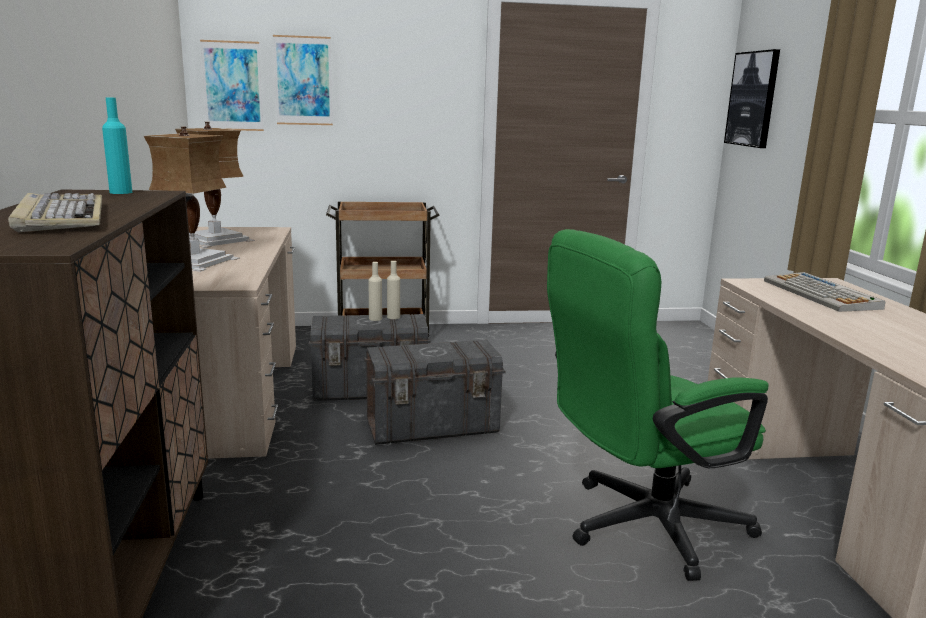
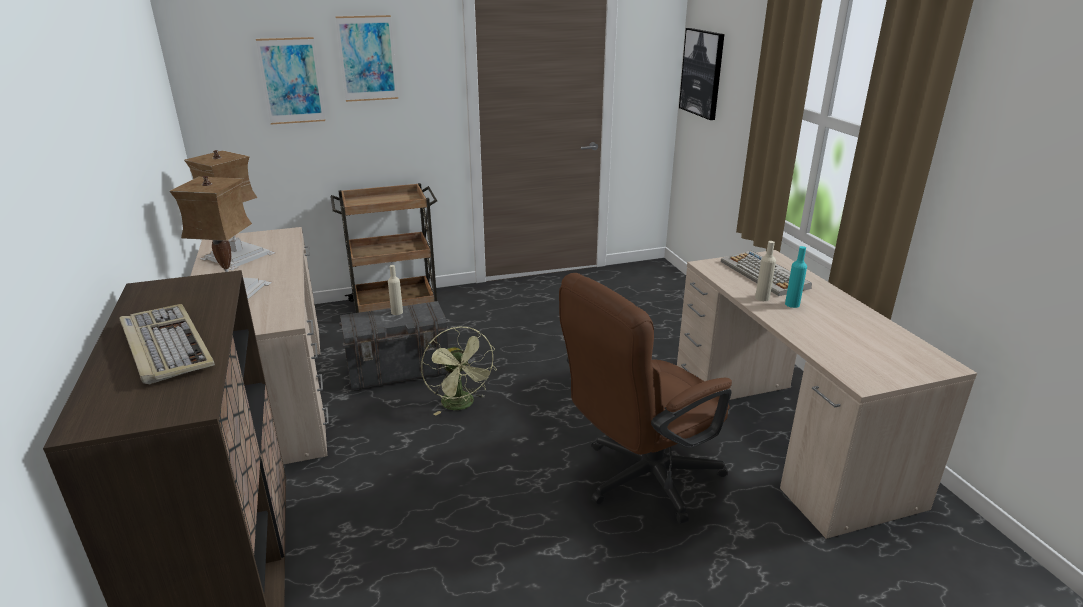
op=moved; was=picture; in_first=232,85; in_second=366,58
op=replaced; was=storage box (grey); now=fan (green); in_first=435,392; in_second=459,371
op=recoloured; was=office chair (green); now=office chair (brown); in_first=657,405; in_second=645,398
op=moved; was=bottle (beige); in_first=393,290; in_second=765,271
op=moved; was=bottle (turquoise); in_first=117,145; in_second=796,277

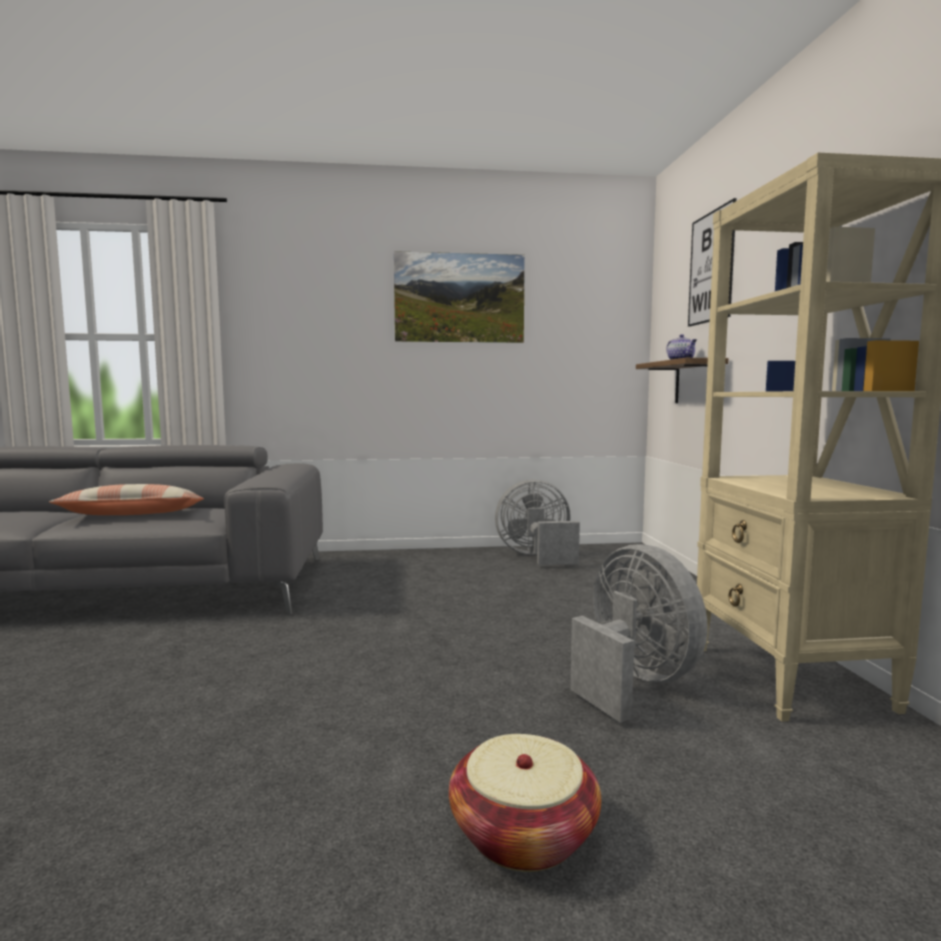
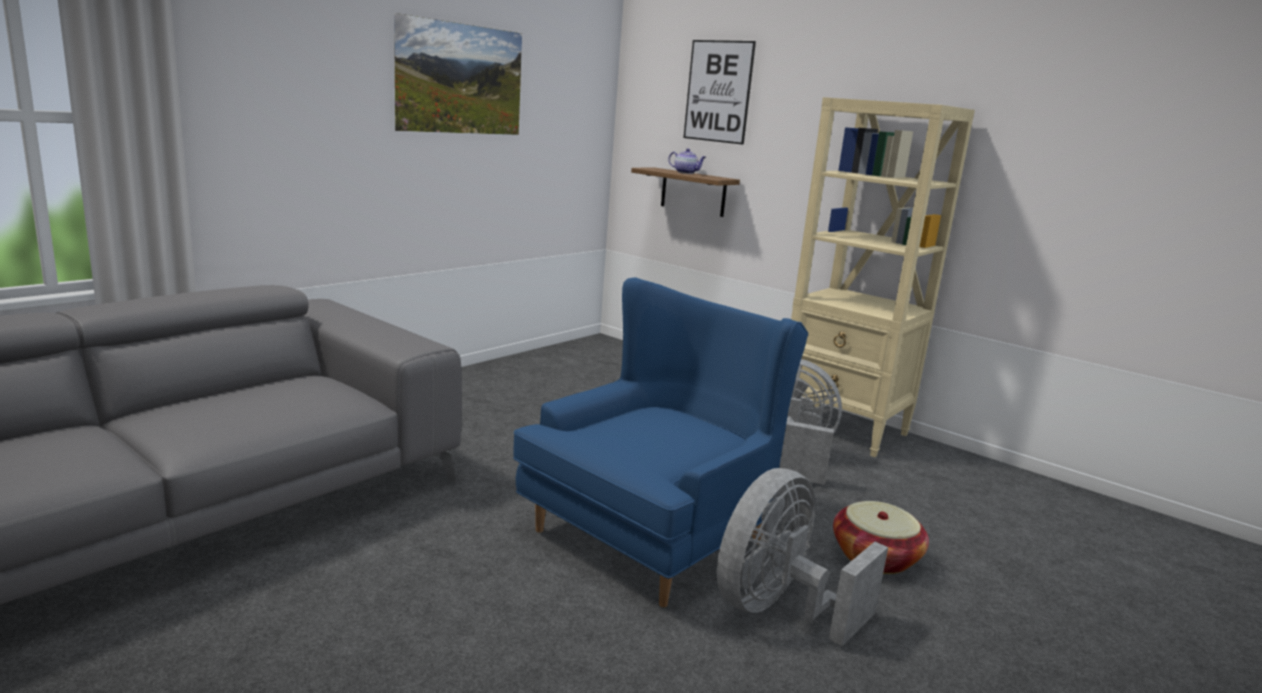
op=added; now=armchair (blue); in_second=660,442
op=moved; was=fan (grey); in_first=537,522; in_second=802,557
op=removed; was=pillow; in_first=126,499

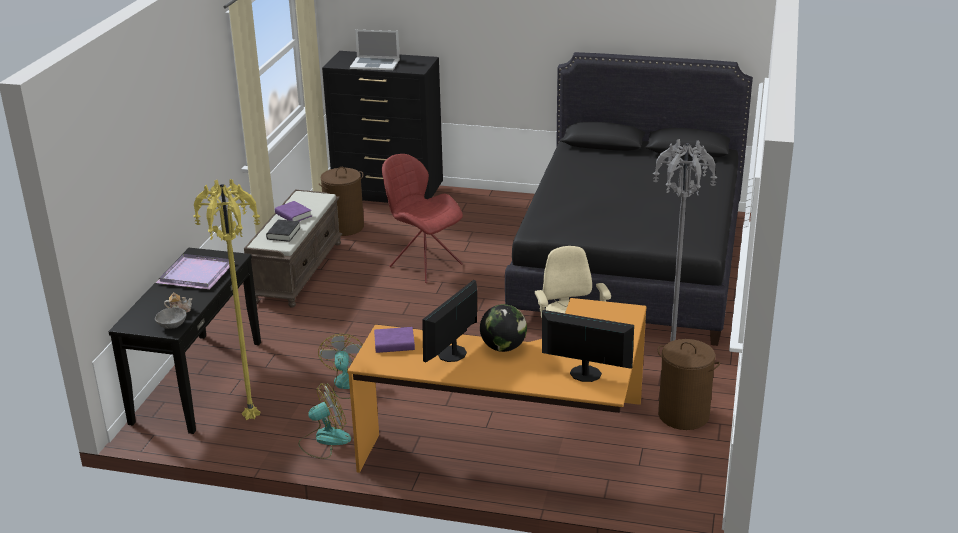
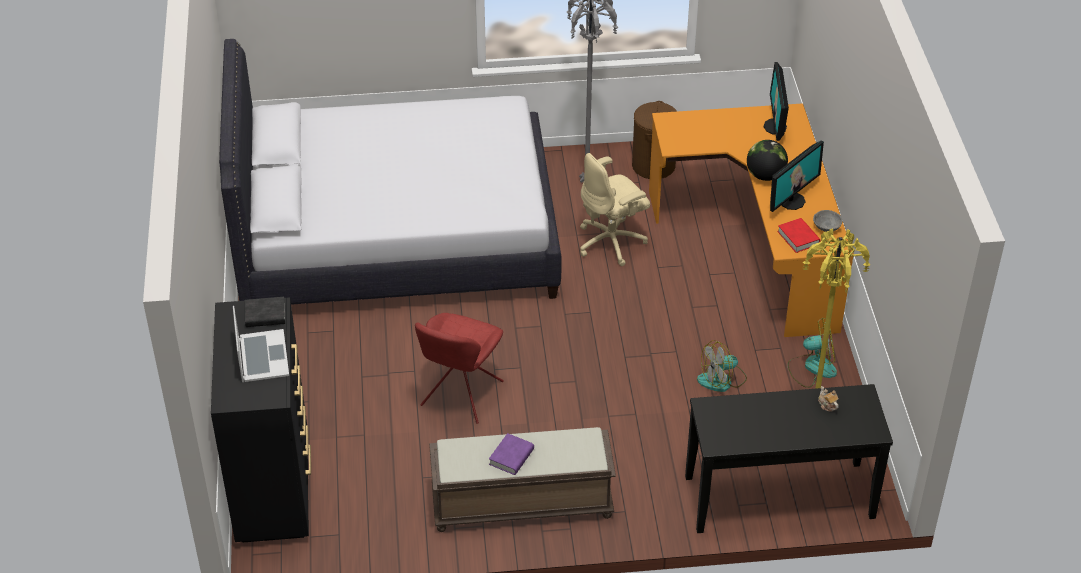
op=recoloured; was=bed (black); now=bed (white); in_first=629,199; in_second=390,172
op=moved; was=book (black); in_first=283,231; in_second=265,312
op=turned; was=monitor; in_first=449,321; in_second=797,176; clockwise=-60
op=recoloured; was=book (purple); now=book (red); in_first=394,340; in_second=799,235
op=turned; was=fan; in_first=324,421; in_second=812,353; clockwise=135
op=moved; was=bowl (grey); in_first=170,318; in_second=827,221
op=removed; was=tray (purple); in_first=195,271
op=removed; was=laundry basket (brown); in_first=341,201

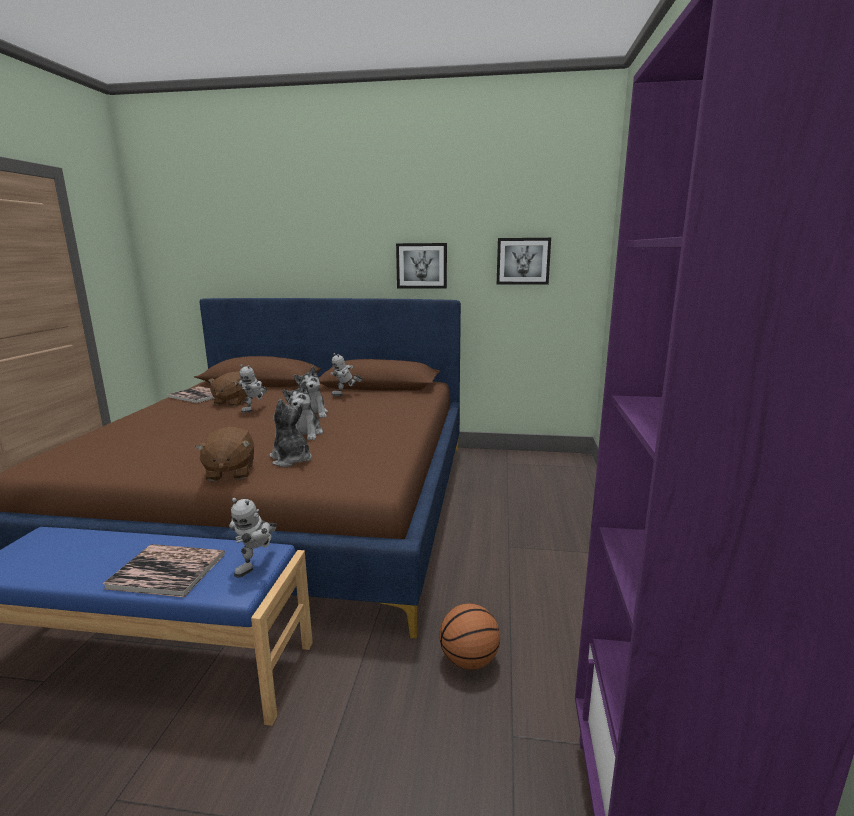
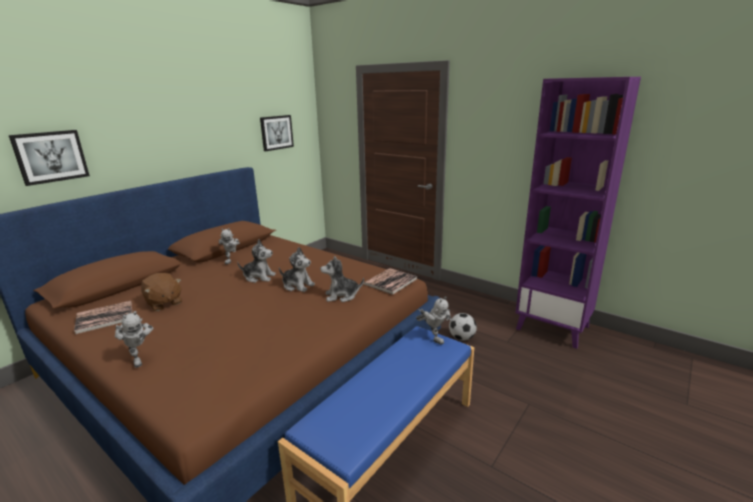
op=moved; was=picture; in_first=421,266; in_second=49,158
op=moved; was=toy robot; in_first=253,389; in_second=134,339
op=moved; was=book; in_first=163,570; in_second=391,281
op=replaced; was=basketball; now=football; in_first=469,636; in_second=463,327
op=removed; was=plush toy (brown); in_first=224,454

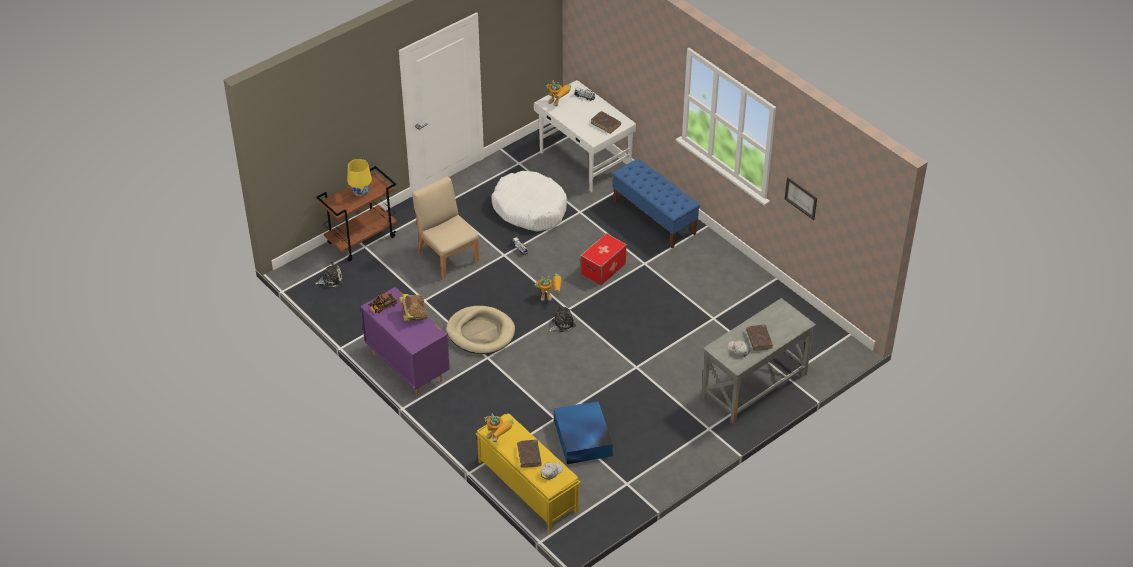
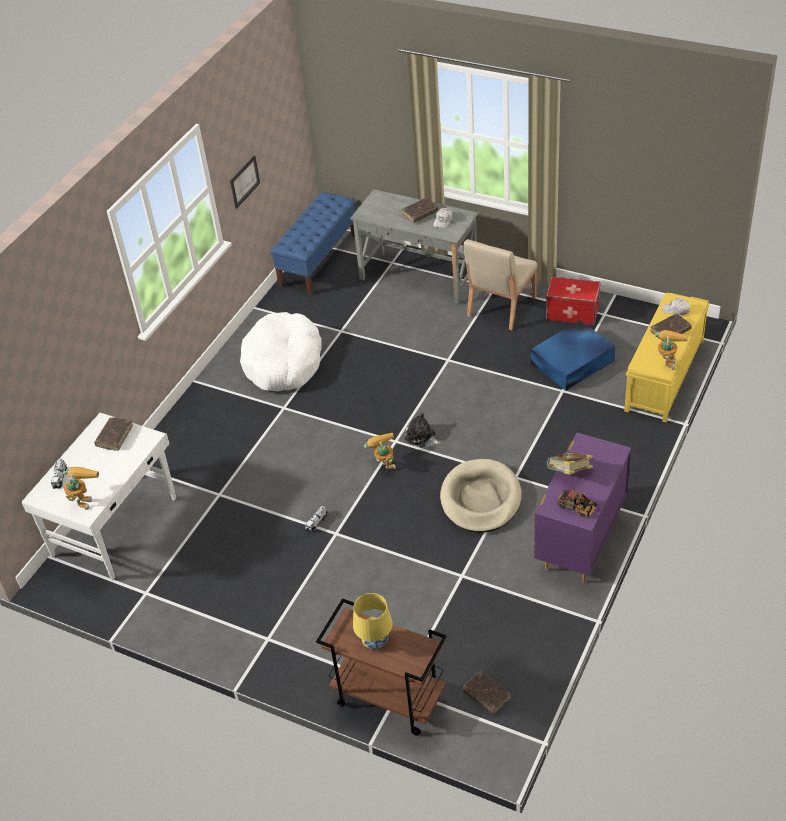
op=moved; was=dog bed (white); in_first=529,201; in_second=281,352
op=moved; was=bench (blue); in_first=656,203; in_second=313,243
op=replaced; was=plush toy; now=book (brown); in_first=329,274; in_second=486,692
op=moved; was=chair (beige); in_first=445,228; in_second=500,284
op=moved; was=storage box; in_first=604,259; in_second=573,301

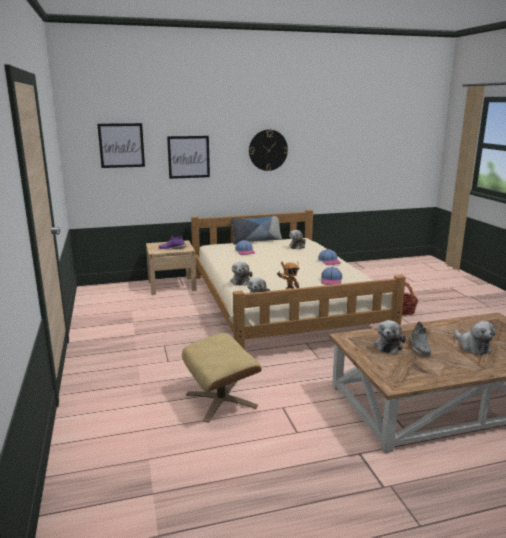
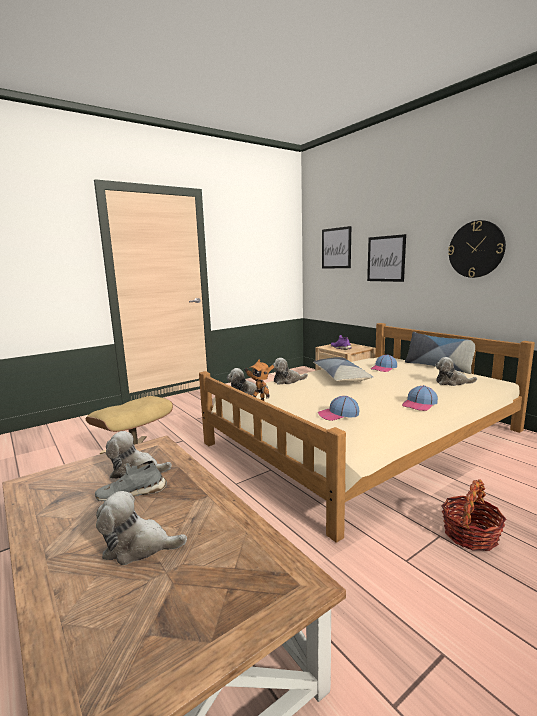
op=turned; was=plush toy; in_first=475,338; in_second=141,528; clockwise=45
op=added; now=pillow; in_second=343,369

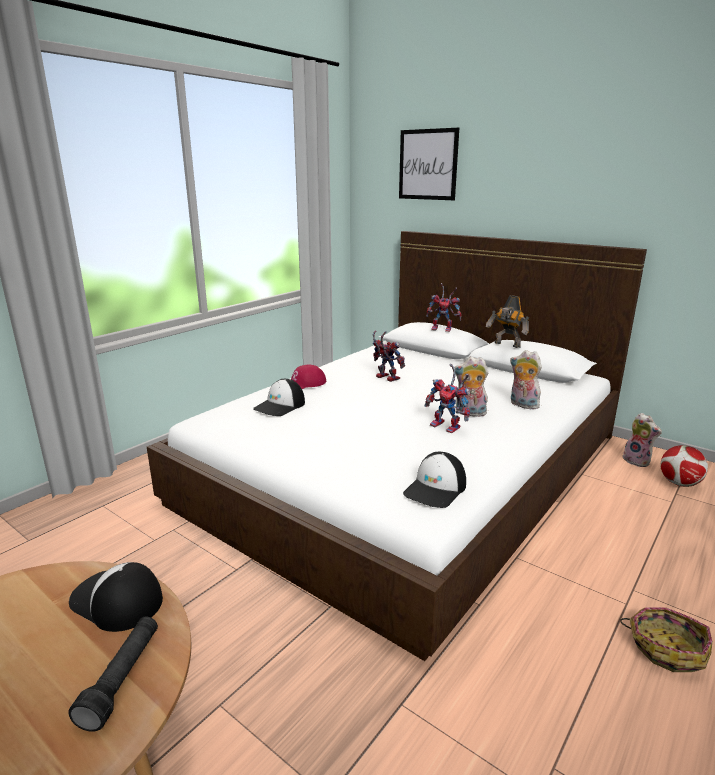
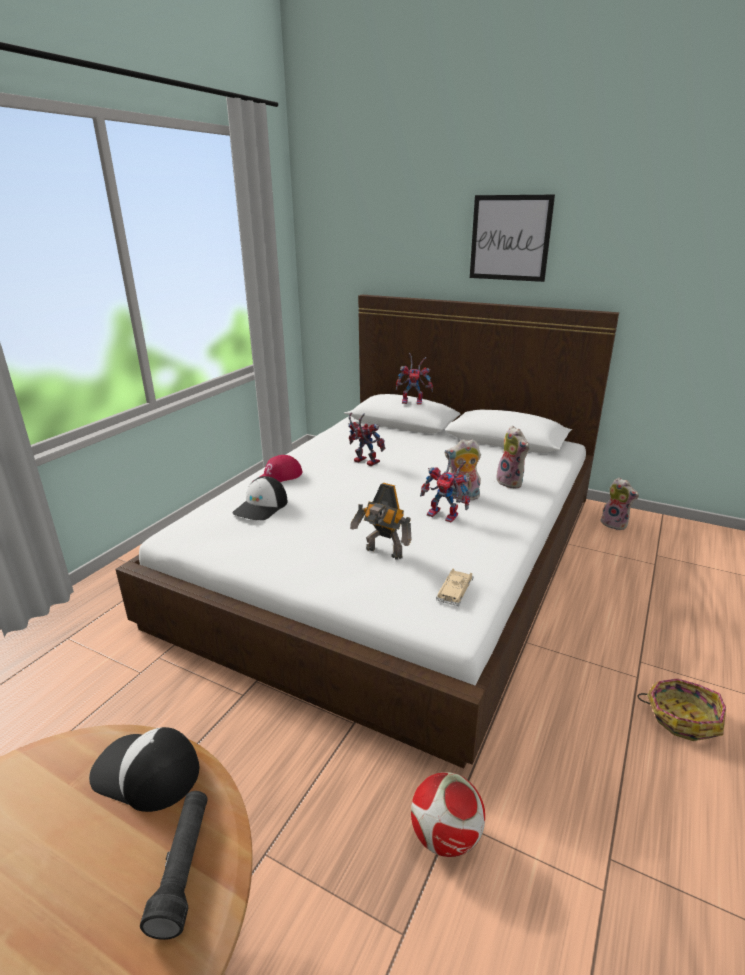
op=moved; was=toy robot; in_first=507,321; in_second=381,521
op=moved; was=football; in_first=684,466; in_second=448,814
op=replaced; was=cap; now=toy car (beige); in_first=434,480; in_second=455,587
op=moved; was=picture; in_first=429,164; in_second=512,238
op=turned; was=plush toy; in_first=526,380; in_second=511,457; clockwise=-150

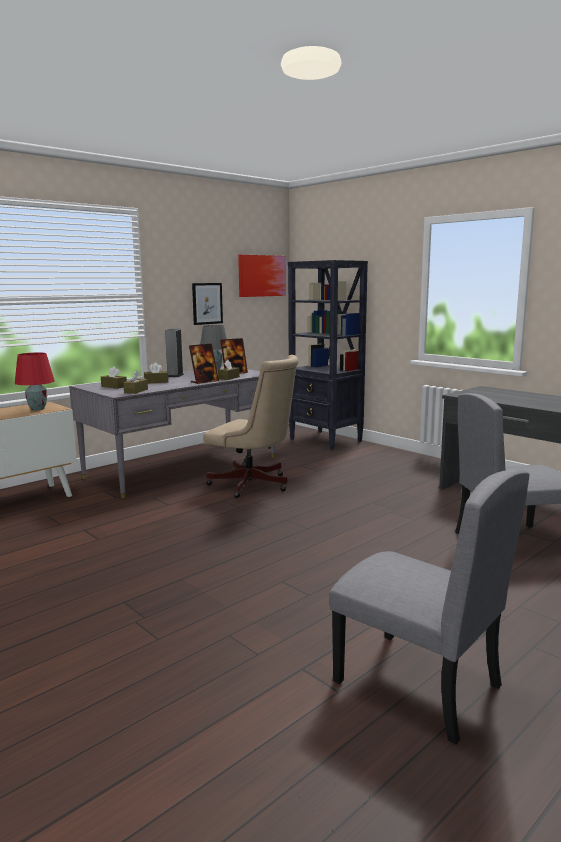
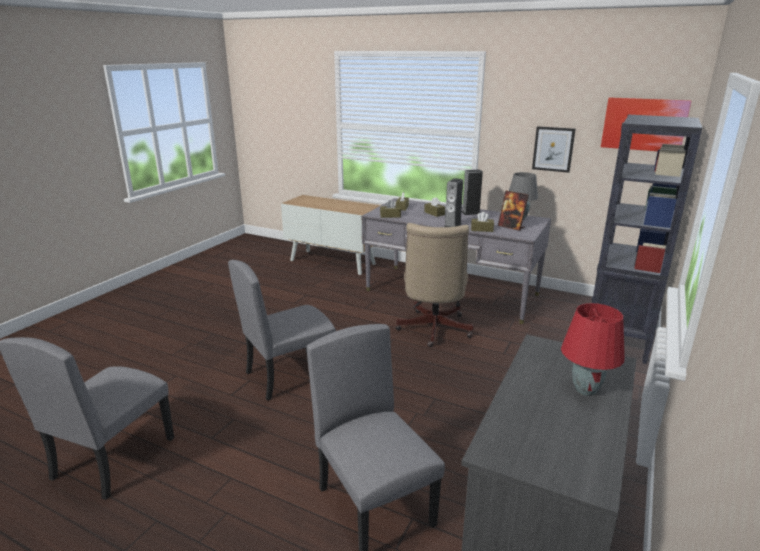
op=added; now=chair (grey); in_second=282,330
op=replaced; was=picture frame; now=speaker; in_first=204,364; in_second=453,202
op=moved; was=table lamp (red); in_first=35,382; in_second=593,349

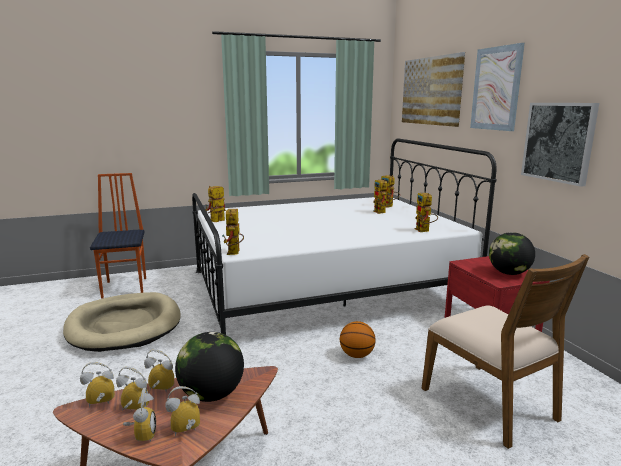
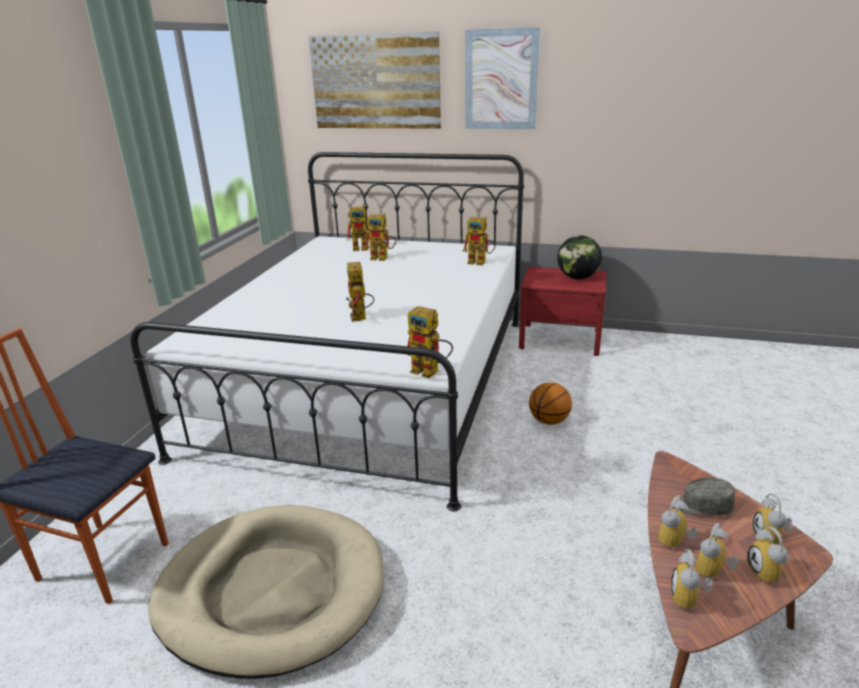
op=moved; was=toy robot; in_first=215,204; in_second=359,292
op=replaced; was=globe; now=cap (grey); in_first=209,367; in_second=703,496
op=turned; was=alarm clock; in_first=139,415; in_second=768,555; clockwise=-120
op=removed; was=chair (brown); in_first=505,351
op=removed; was=picture; in_first=560,145

